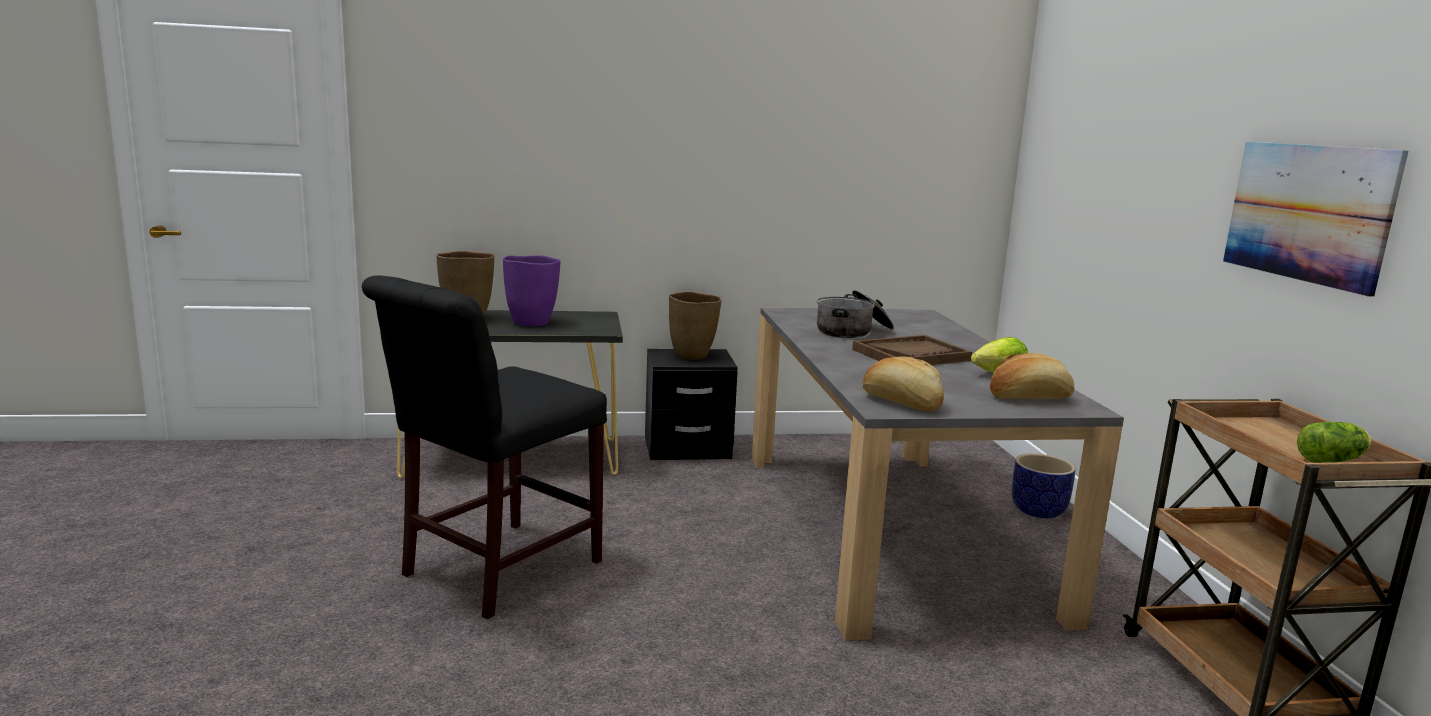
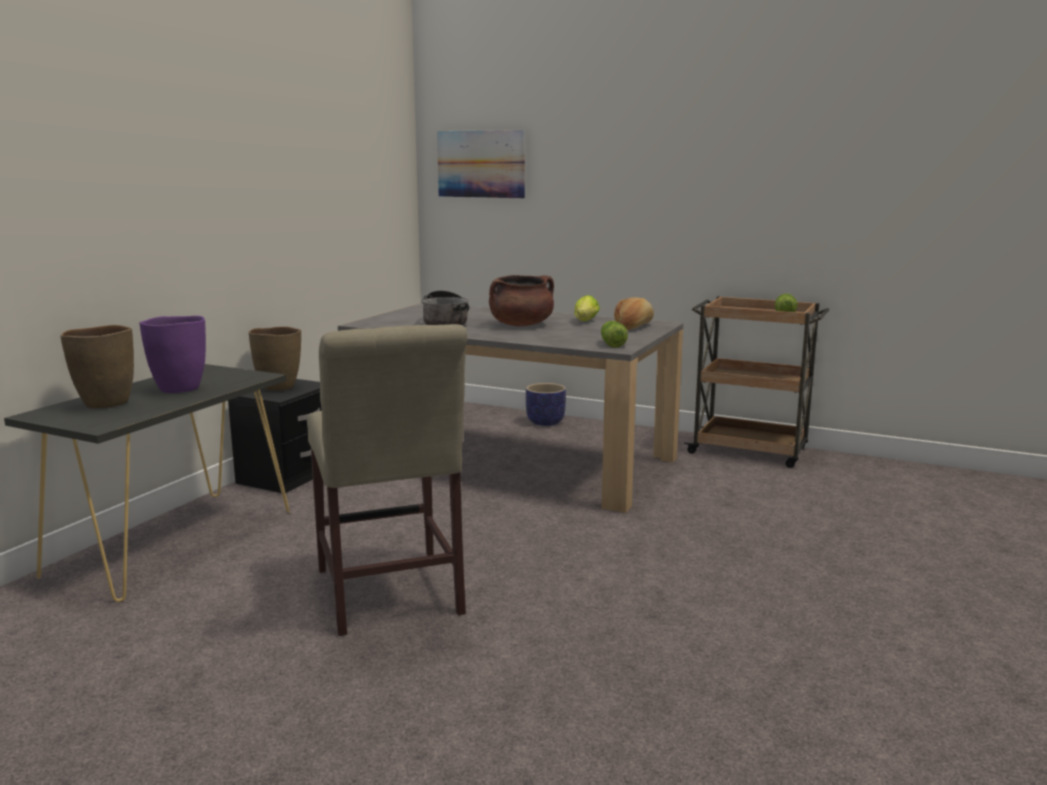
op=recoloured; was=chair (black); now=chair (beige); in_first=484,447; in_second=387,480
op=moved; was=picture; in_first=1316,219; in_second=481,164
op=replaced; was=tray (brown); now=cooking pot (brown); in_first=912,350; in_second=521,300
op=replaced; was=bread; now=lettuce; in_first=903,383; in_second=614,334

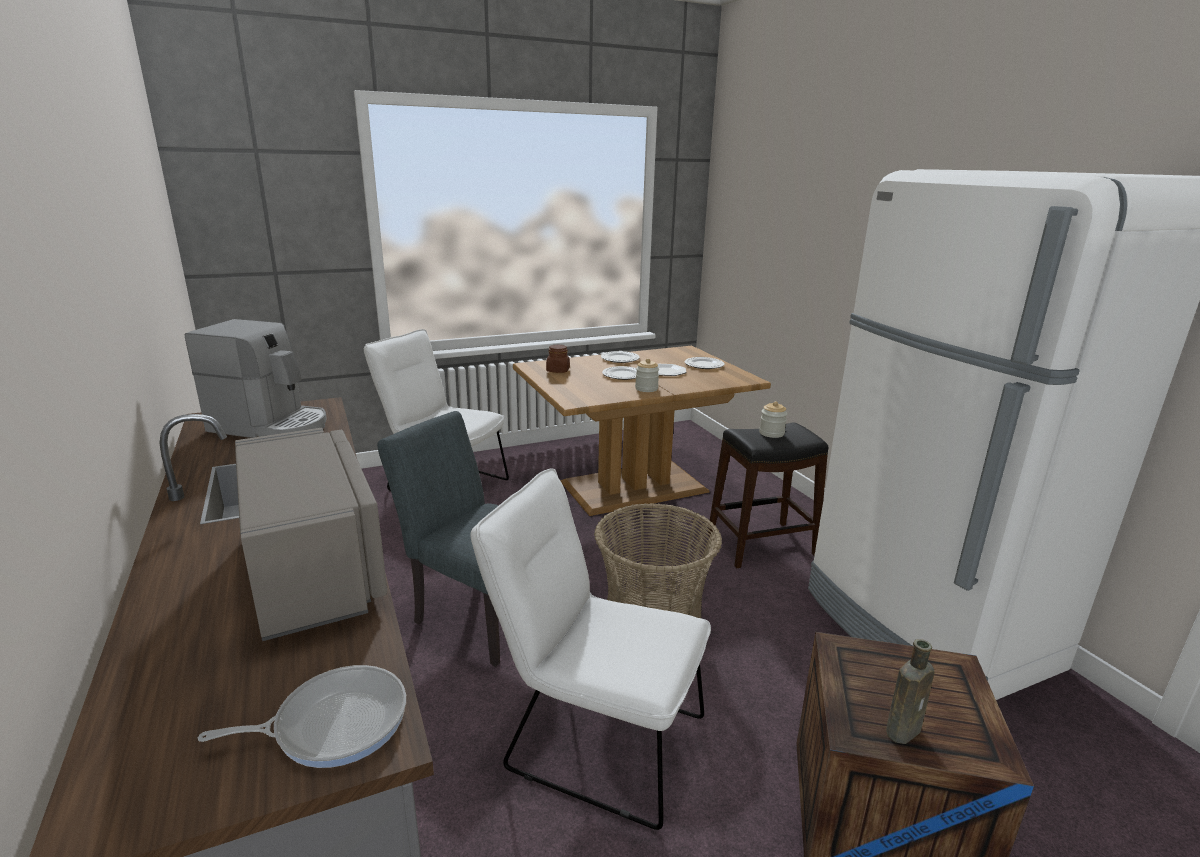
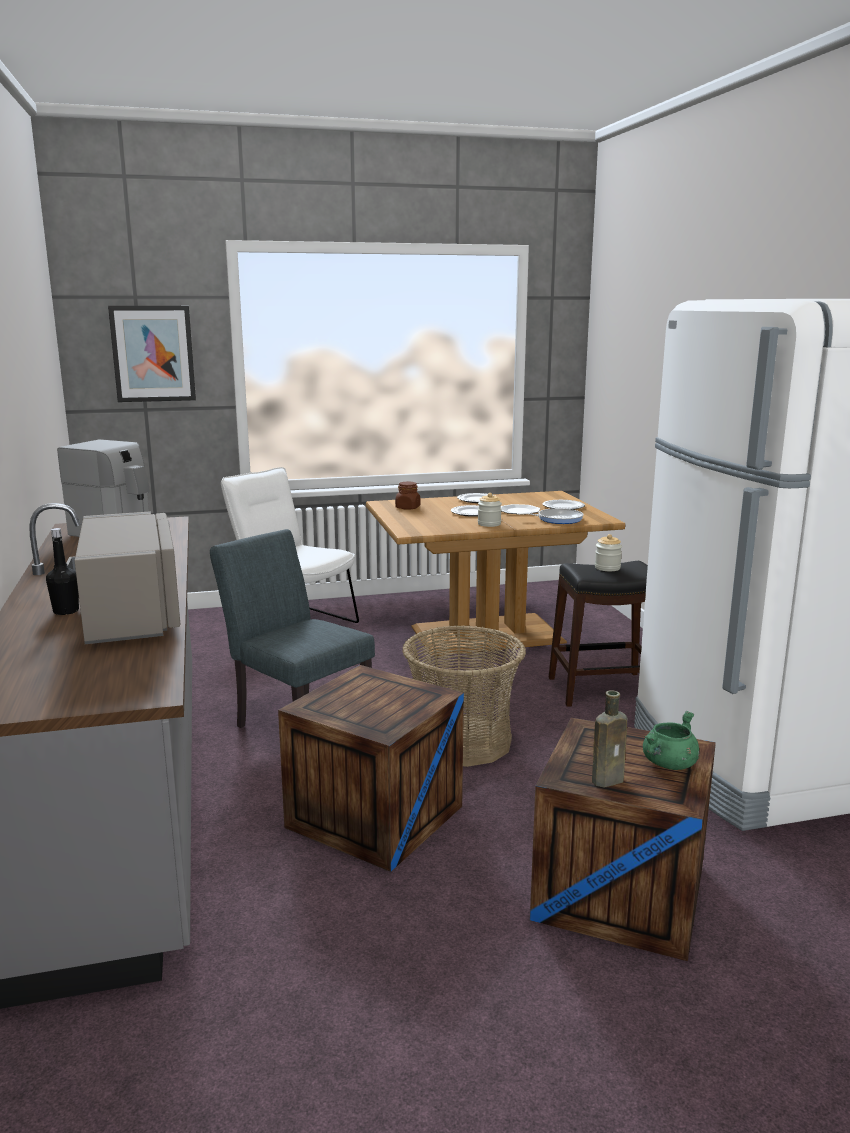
op=added; now=bottle (black); in_second=62,571
op=added; now=picture; in_second=152,354
op=replaced; was=chair (white); now=crate; in_first=591,649; in_second=371,768
op=moved; was=frying pan; in_first=302,716; in_second=550,516
op=added; now=cooking pot (green); in_second=671,740

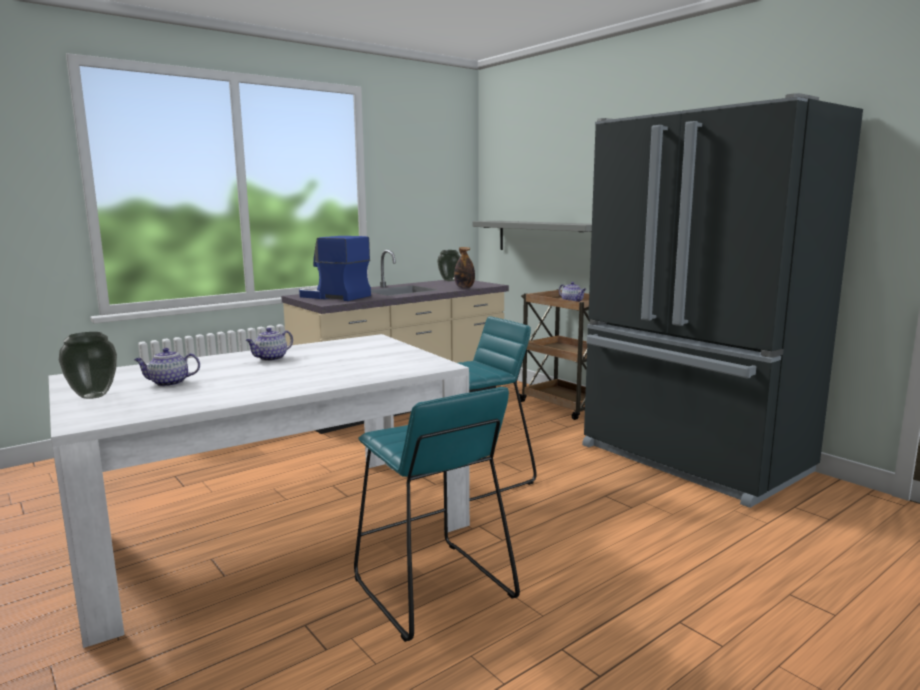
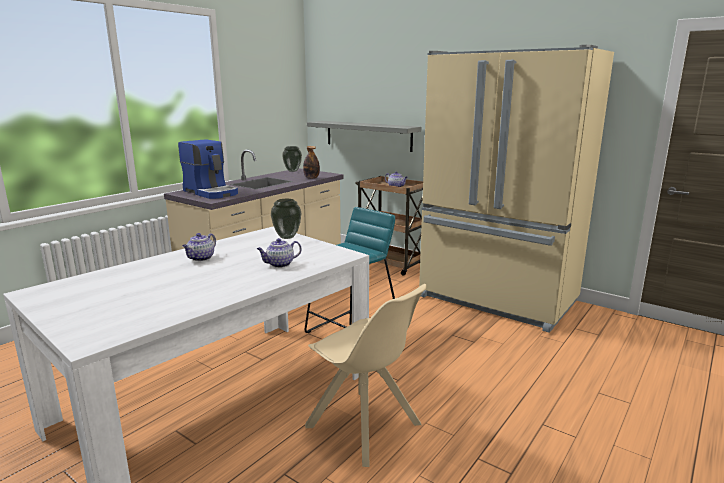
op=turned; was=coffee machine; in_first=335,268; in_second=208,169; clockwise=-150
op=moved; was=teapot; in_first=167,367; in_second=279,253
op=moved; was=vase; in_first=88,365; in_second=286,219
op=replaced; was=stool (turquoise); now=chair (beige); in_first=437,514; in_second=366,375
op=recoloured; was=fridge (black); now=fridge (beige); in_first=722,300; in_second=516,189

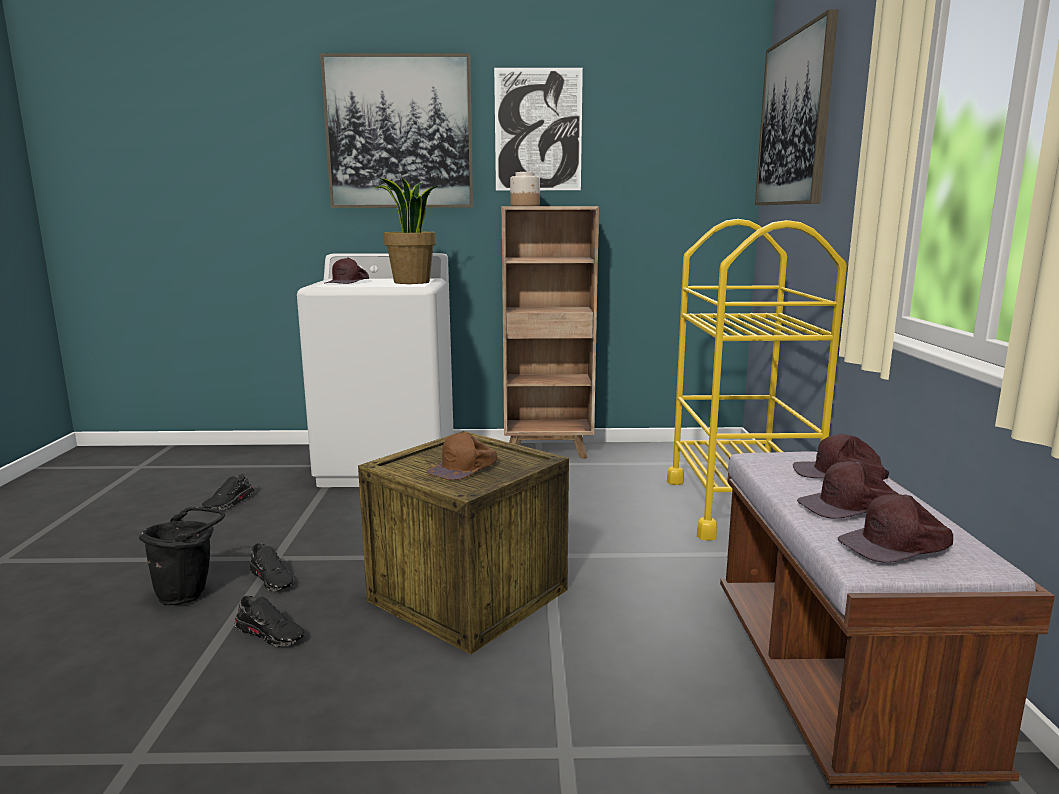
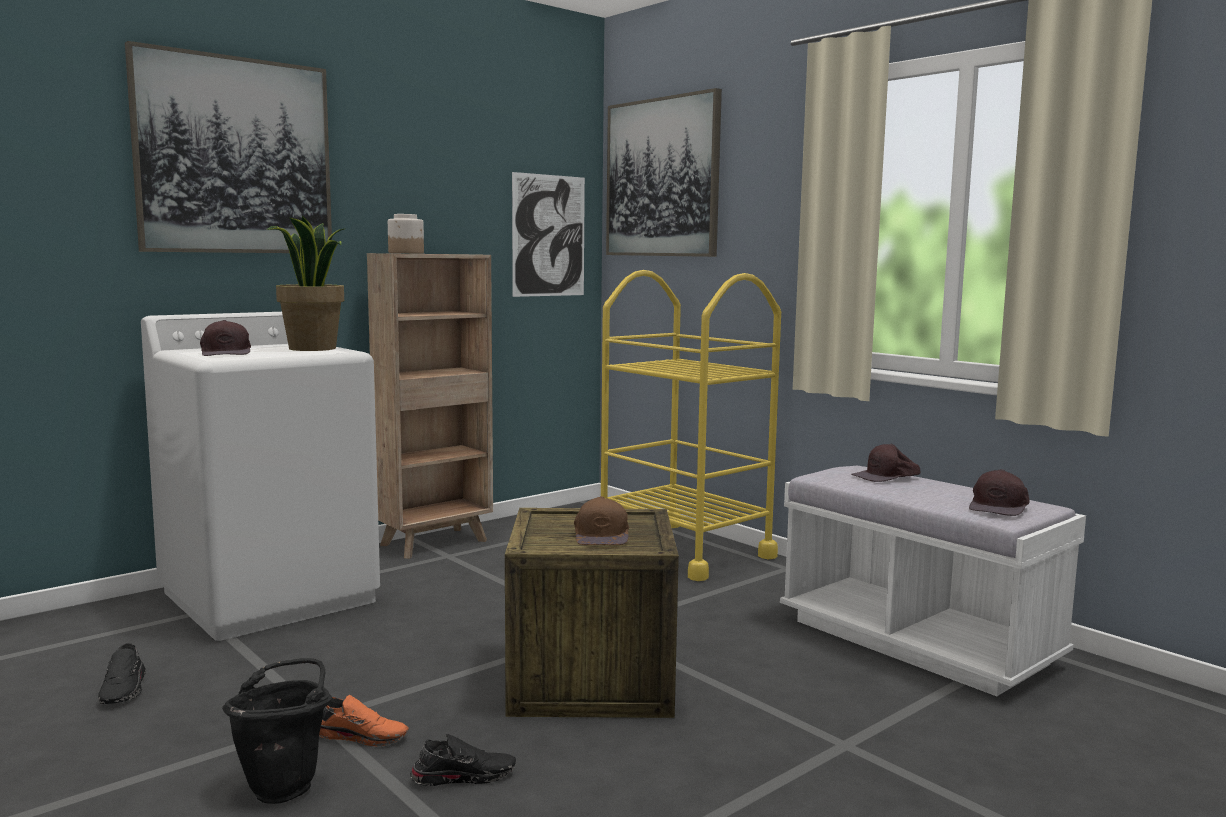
op=recoloured; was=shoe (black); now=shoe (orange); in_first=272,567; in_second=364,721
op=moved; was=picture; in_first=538,129; in_second=548,234
op=recoloured; was=bench (brown); now=bench (white); in_first=887,620; in_second=933,581
op=removed; was=cap (brown); in_first=847,490

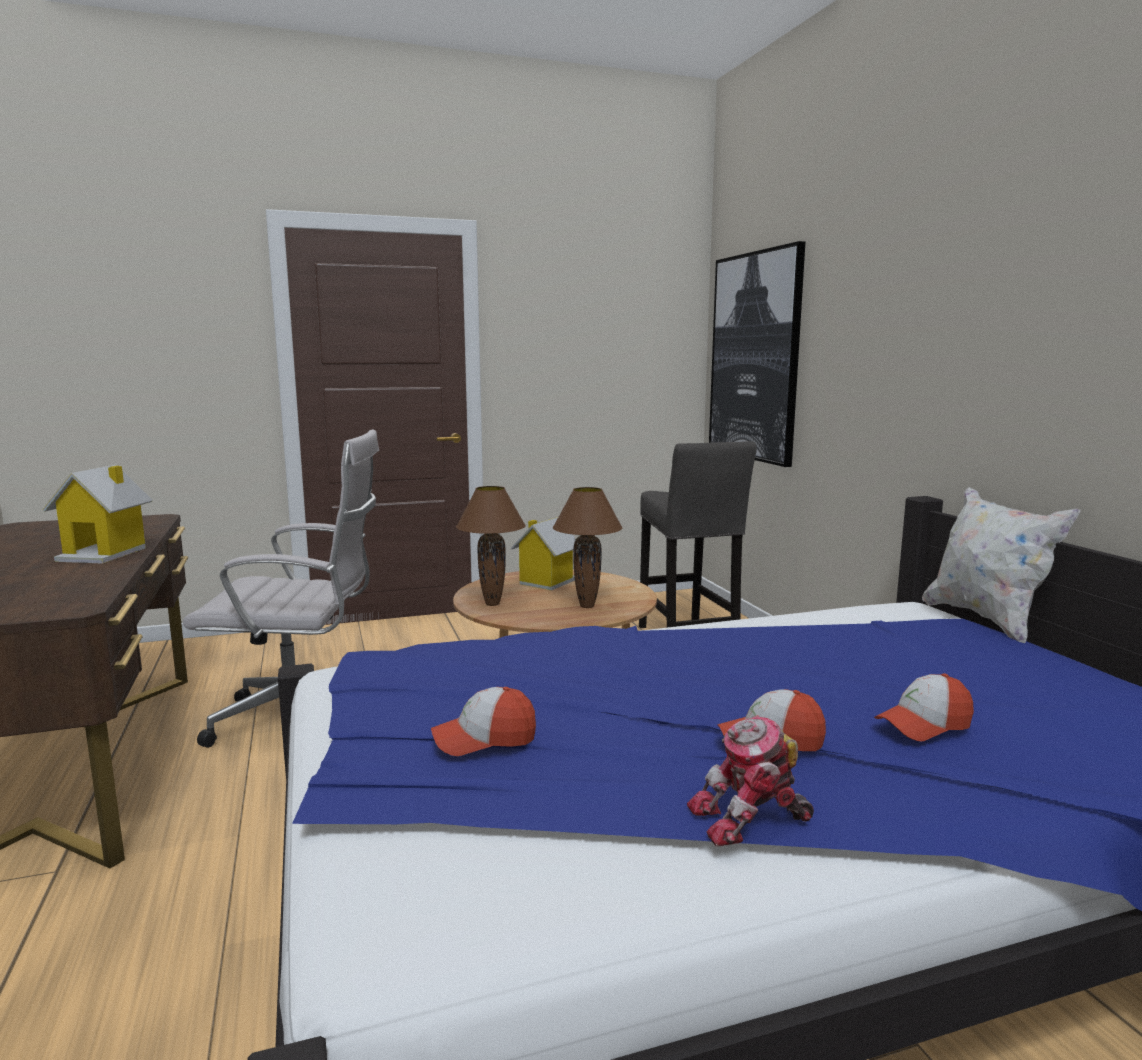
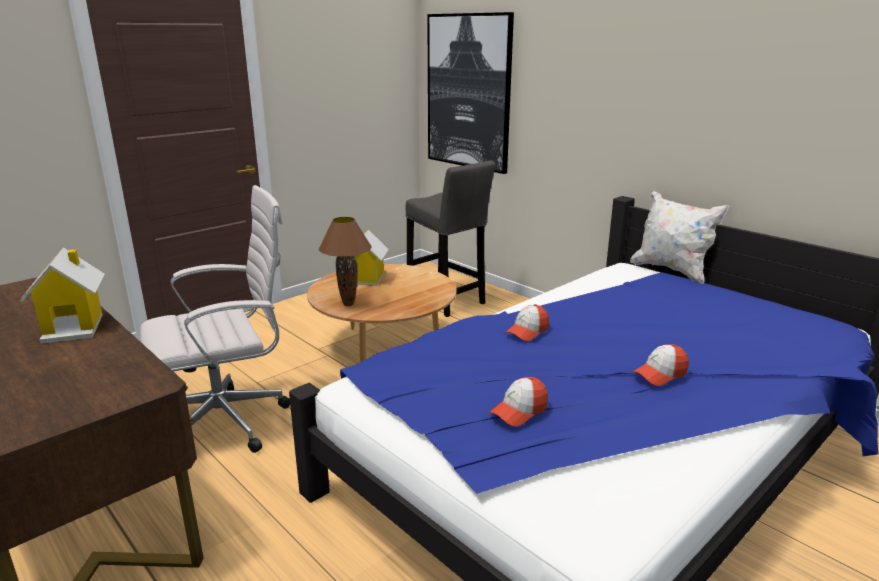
op=moved; was=cap; in_first=924,707; in_second=527,322
op=removed; was=table lamp (brown); in_first=587,547
op=removed; was=toy robot; in_first=750,781

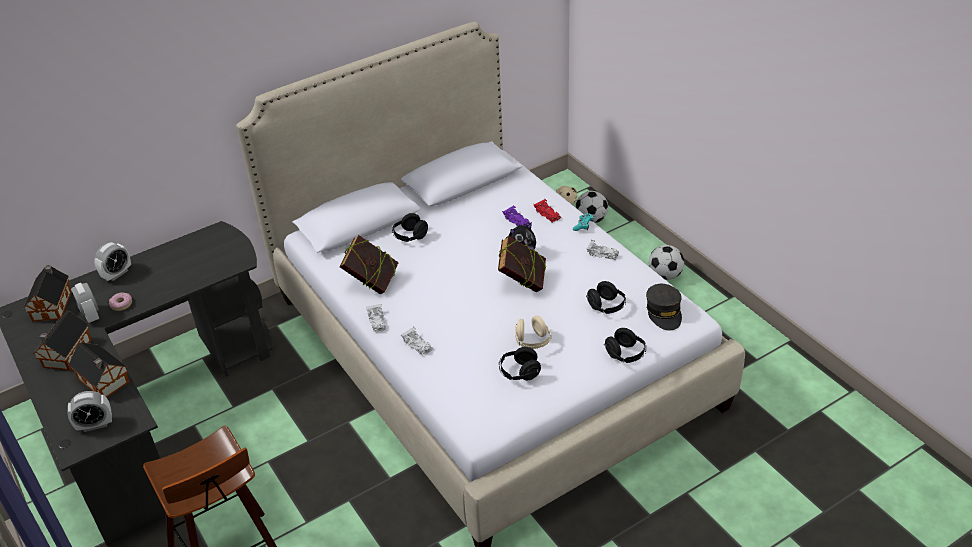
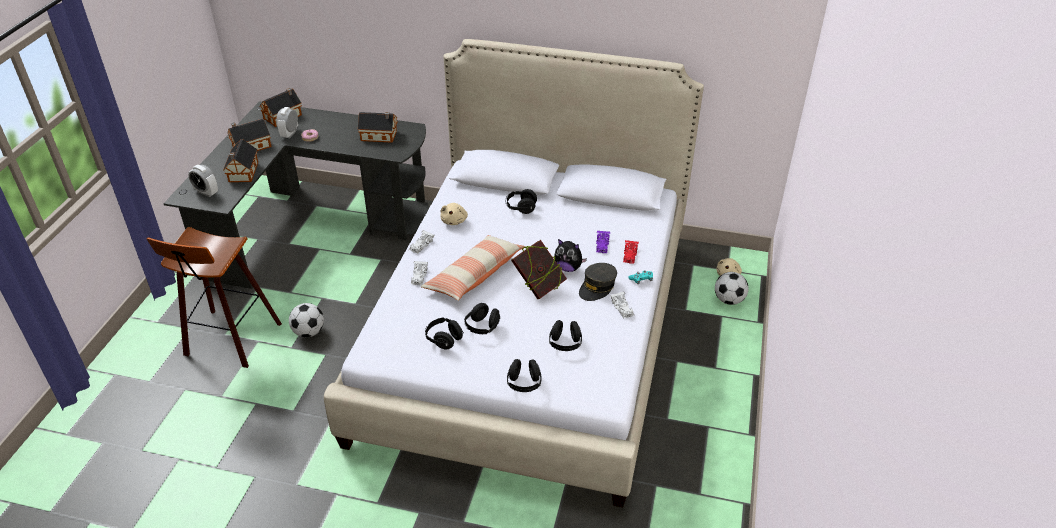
op=moved; was=football; in_first=666,262; in_second=306,320
op=added; now=toy house; in_second=378,127
op=added; now=pillow; in_second=473,268
op=replaced; was=book; now=plush toy (beige); in_first=369,264; in_second=454,214
op=recoloured; was=headphones (beige); now=headphones (black); in_first=533,332; in_second=482,318
op=moved; was=cap (grey); in_first=664,307; in_second=598,282
op=removed; was=alarm clock; in_first=112,261

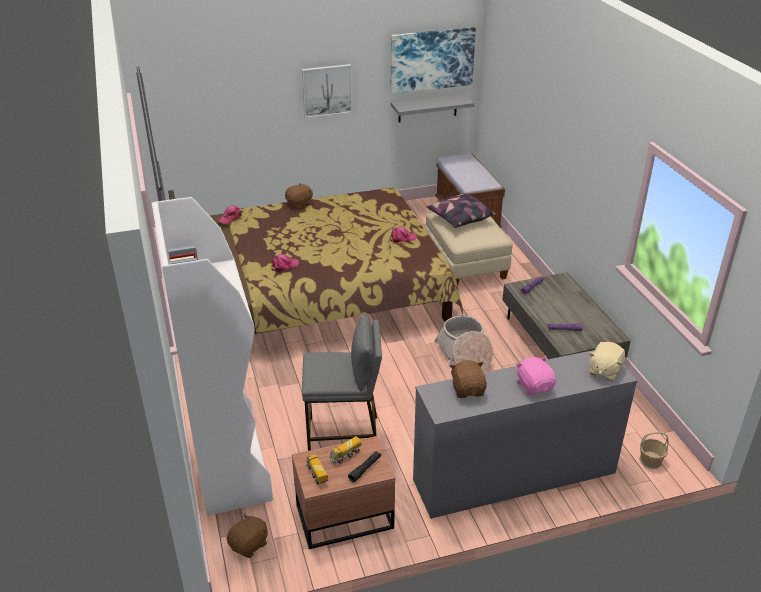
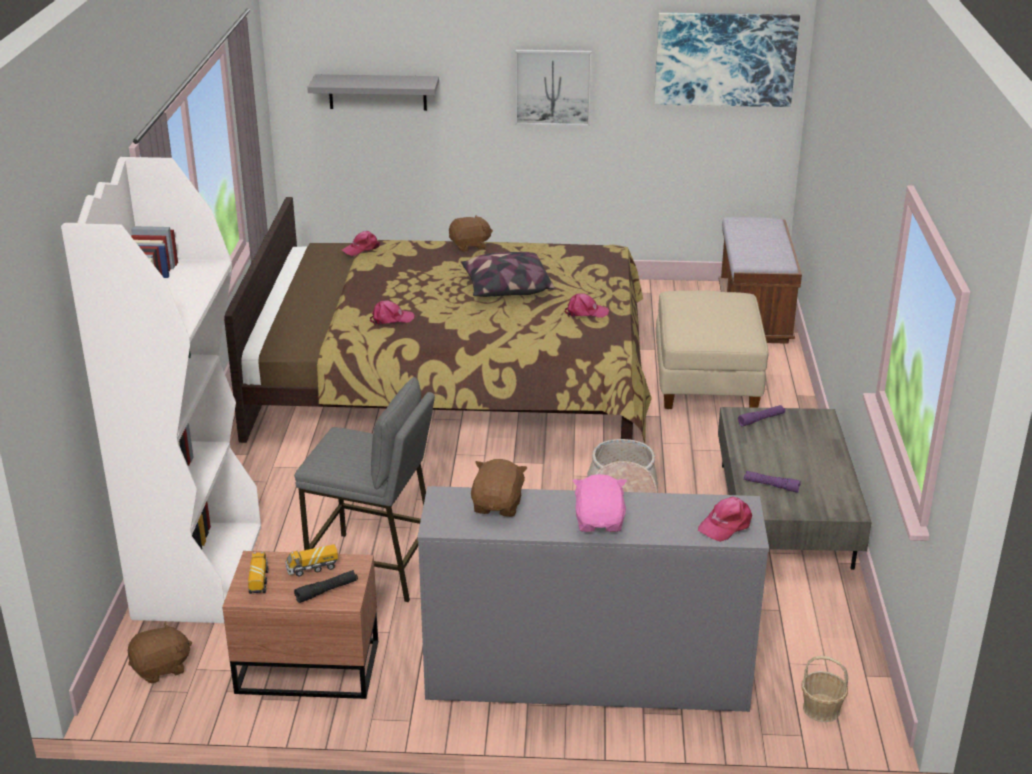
op=moved; was=shelf (grey); in_first=433,108; in_second=373,92
op=moved; was=pillow; in_first=461,211; in_second=508,274
op=replaced; was=plush toy (beige); now=cap (pink); in_first=607,361; in_second=725,519

